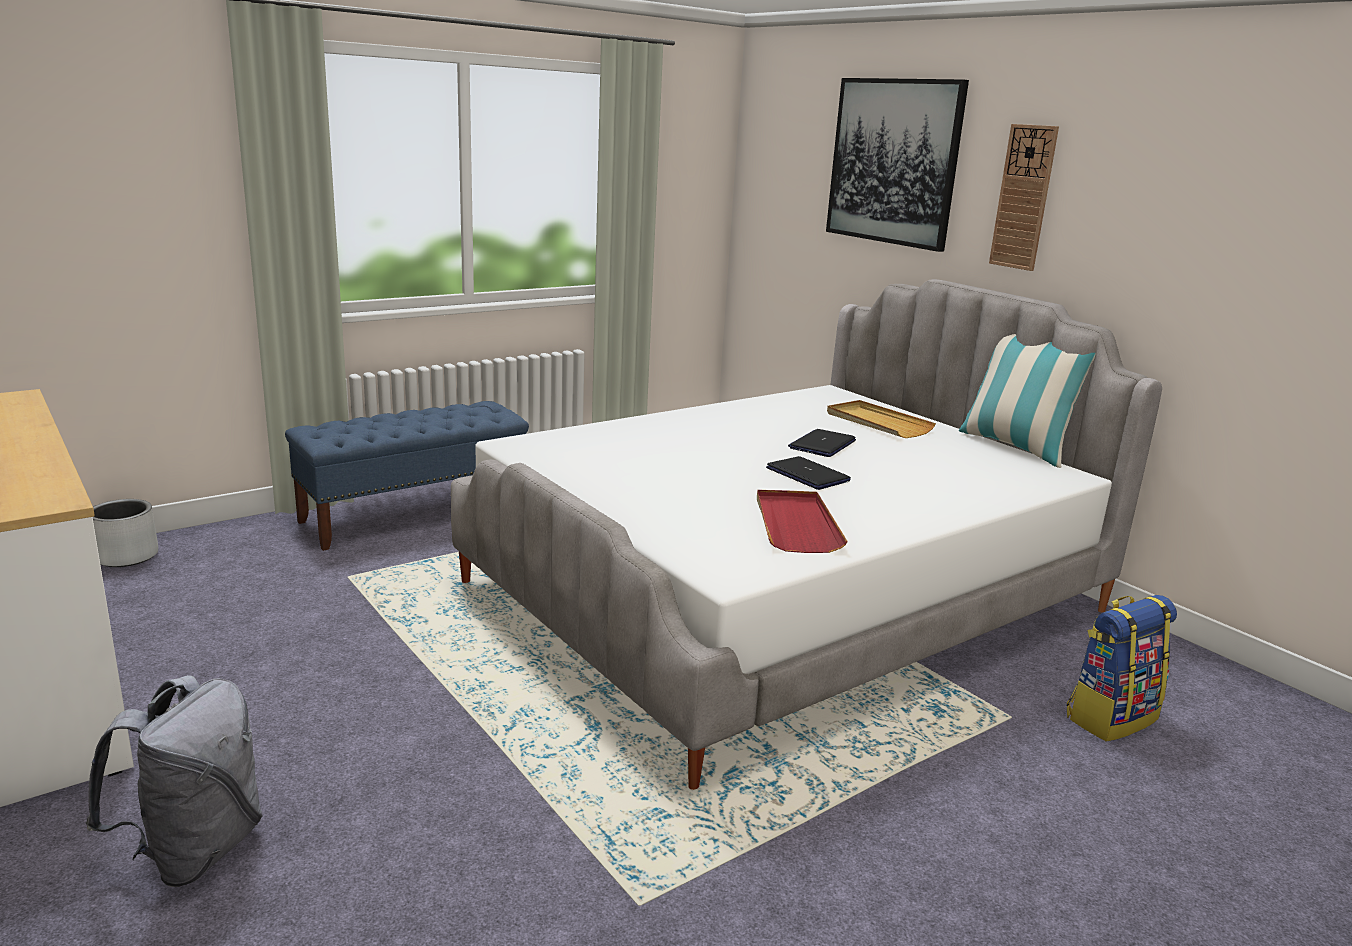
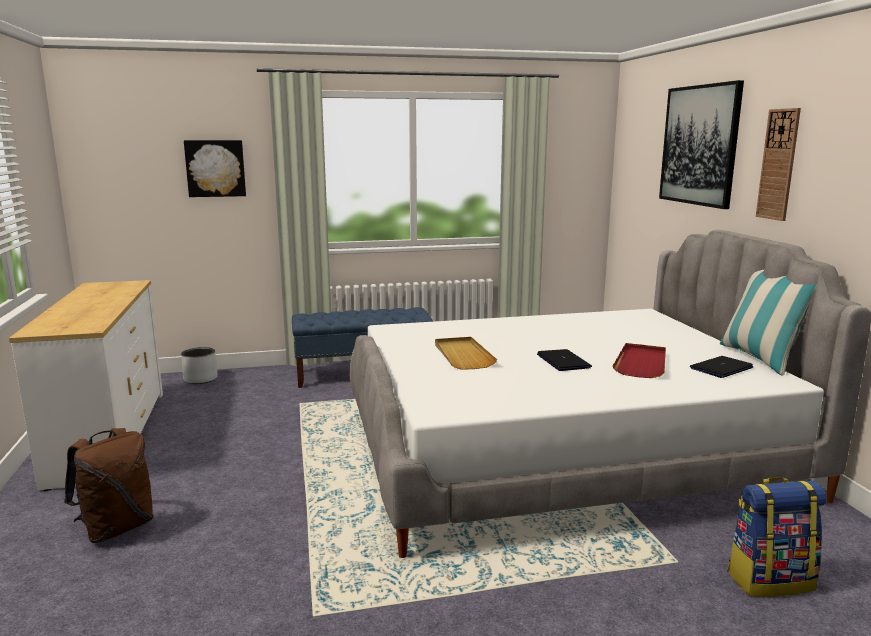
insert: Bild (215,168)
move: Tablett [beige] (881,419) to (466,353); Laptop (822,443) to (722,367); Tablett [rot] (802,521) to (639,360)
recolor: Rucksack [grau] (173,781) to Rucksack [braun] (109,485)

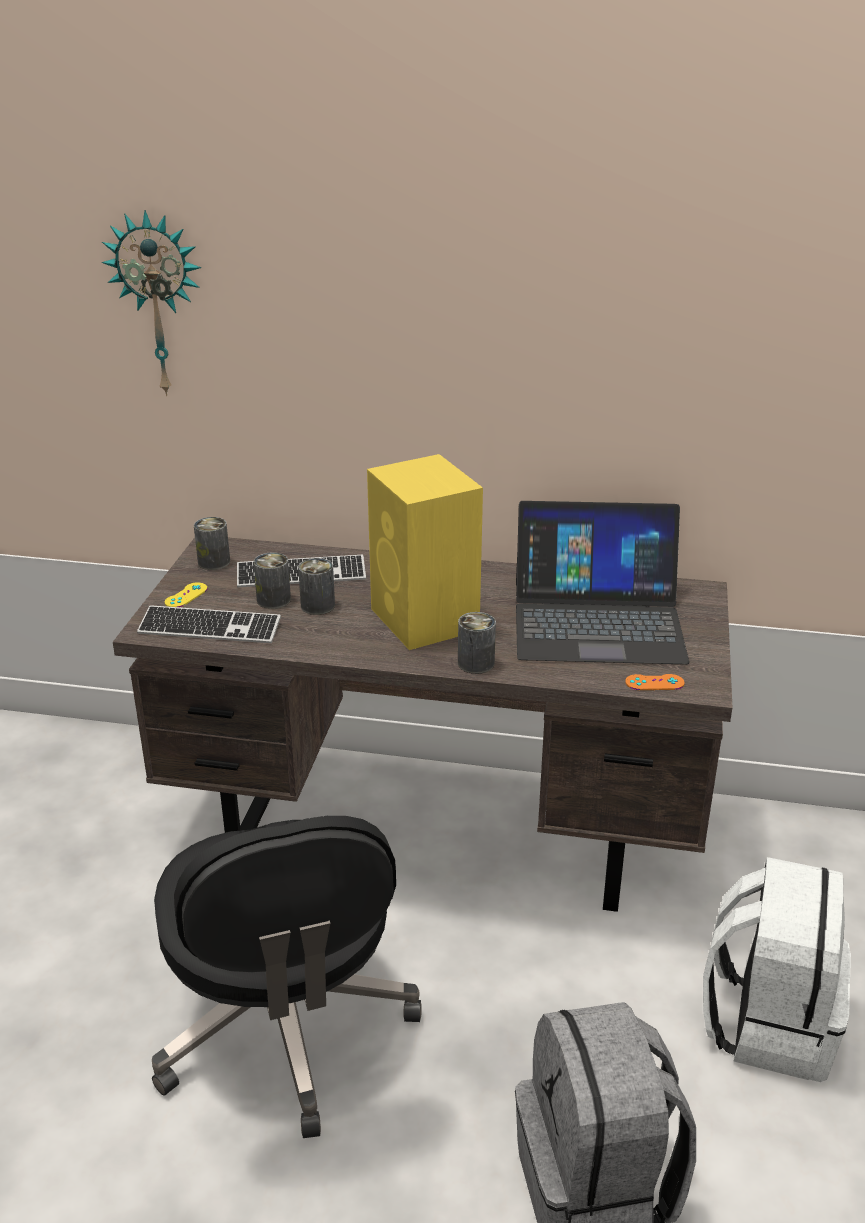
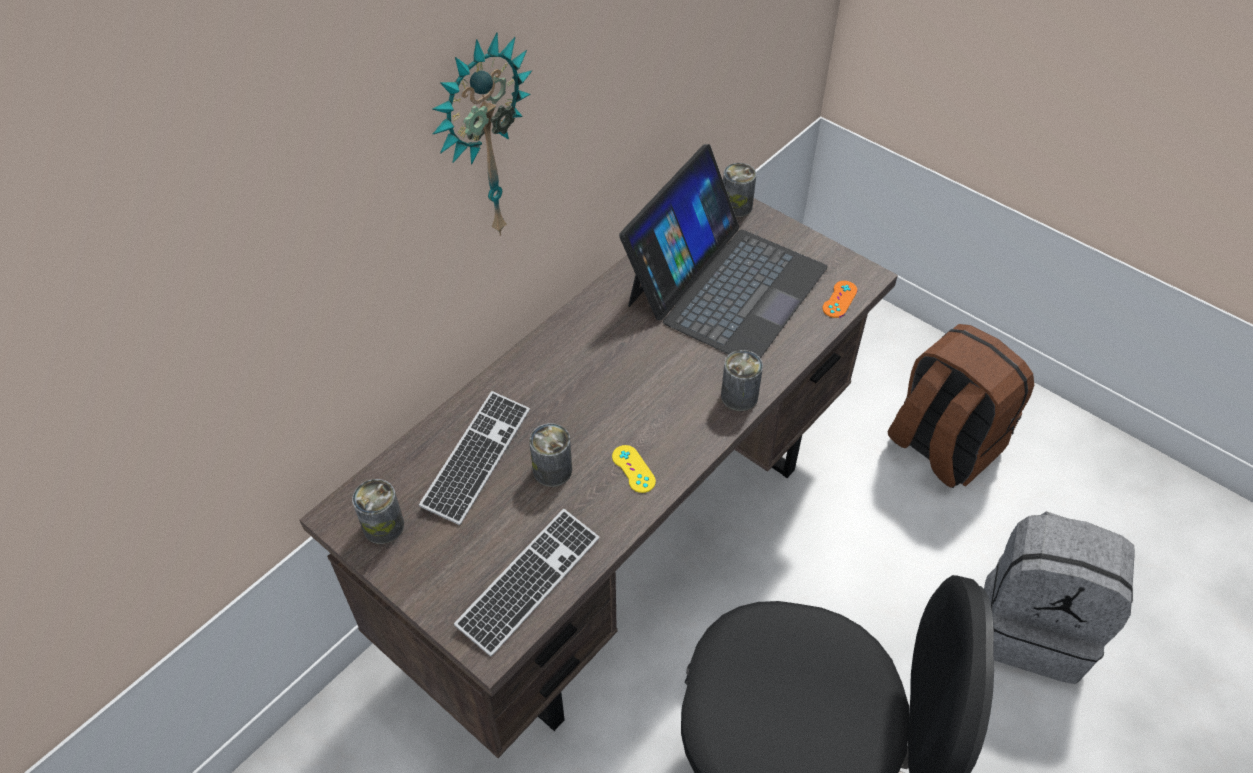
delete: Lautsprecher [gelb] (425,552)
move: Wanduhr (151,303) to (482,134); Dose (272,581) to (739,190); Gamepad [gelb] (186,594) to (634,469)
recolor: Rucksack [weiß] (777,969) to Rucksack [braun] (961,406)

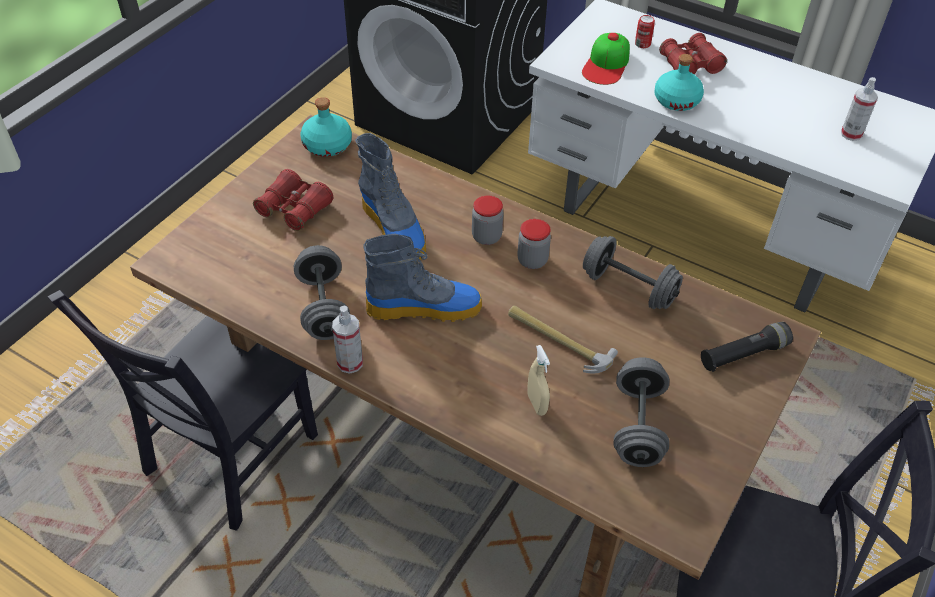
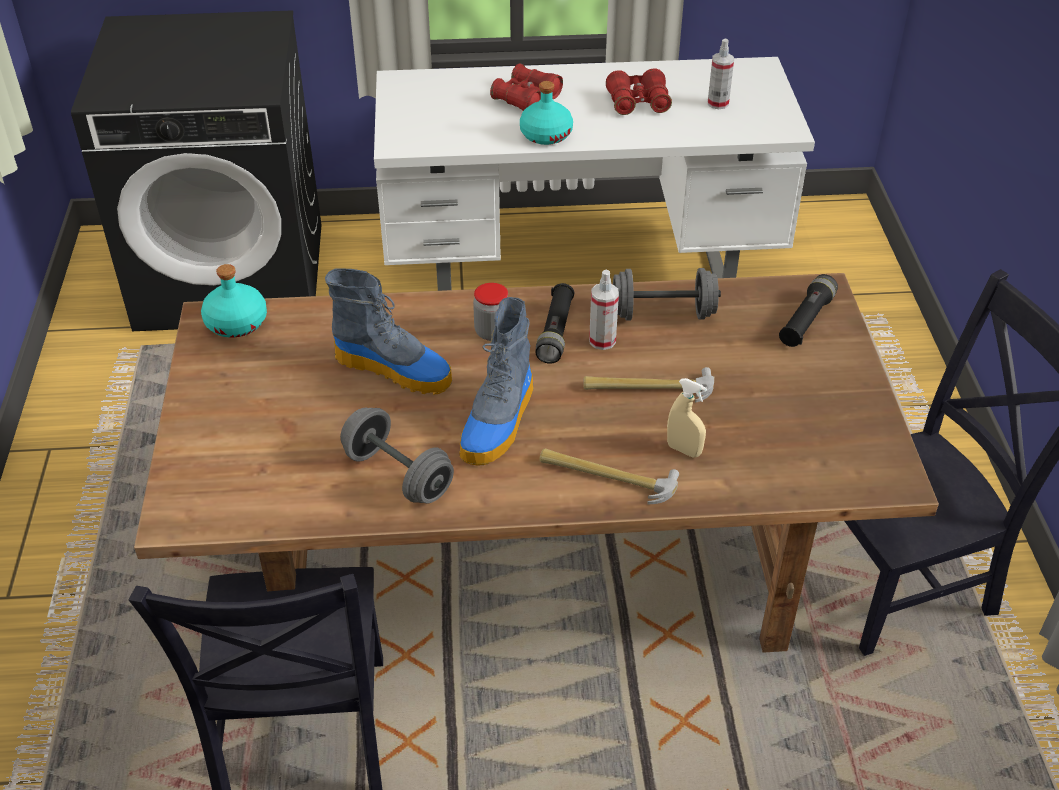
delete: Dose (645,31); Kappe (606,59); Hantel [grau] (641,412)
insert: Hammer (609,476)
move: Fernglas [rot] (293,200) to (639,91); Sprühflasche (347,340) to (604,310)
replace: Vorratsglas (534,244) to Taschenlampe [schwarz] (554,323)
rotate: Stiefel (422,278) = (496,381) 150 degrees clockwise

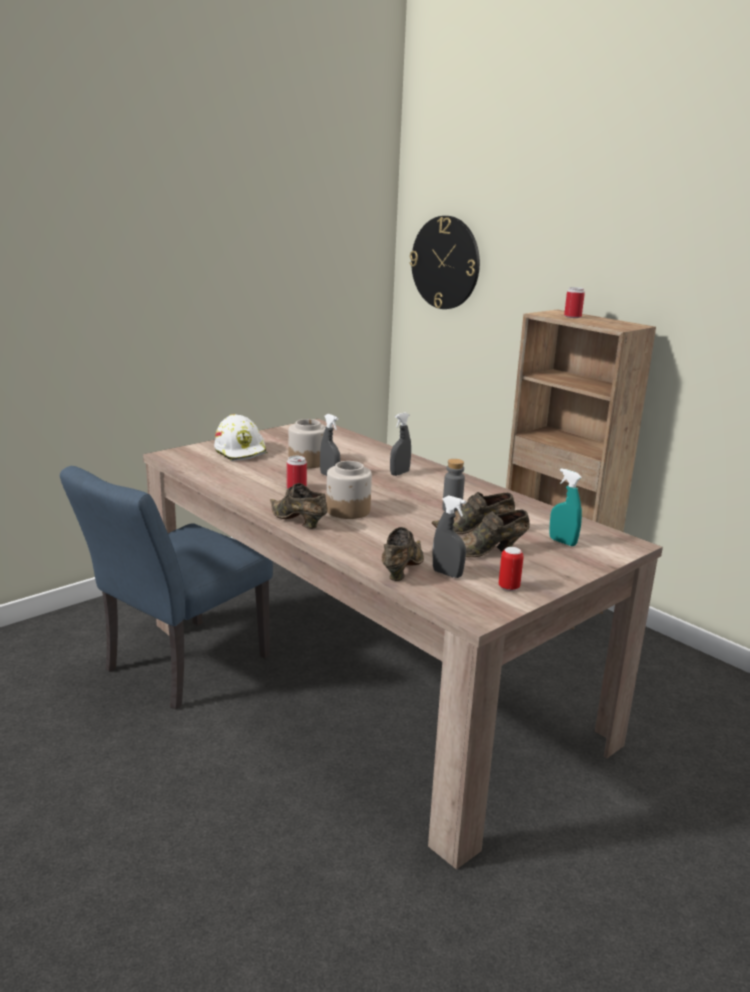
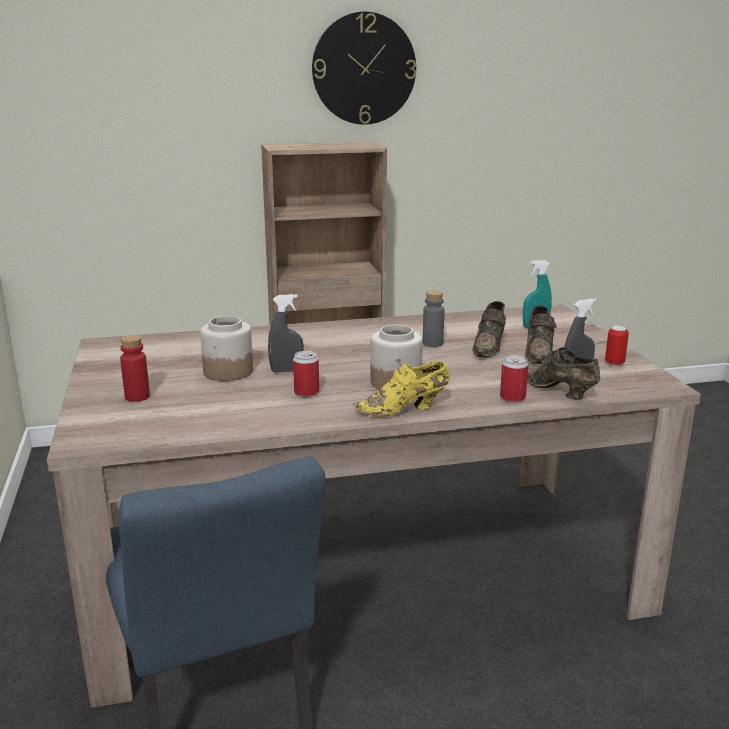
delete: Sprühflasche [grau] (400,444)
move: Wanduhr (445,262) to (364,68); Dose (574,302) to (514,378)
replace: Schutzhelm [weiß] (241,437) to Flasche [rot] (135,368)
recolor: Schuh [braun] (299,506) to Schuh [gelb] (401,389)

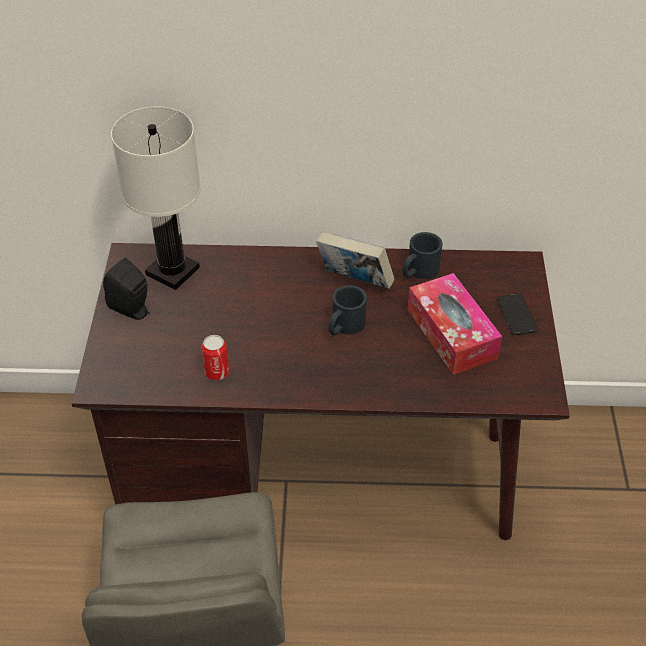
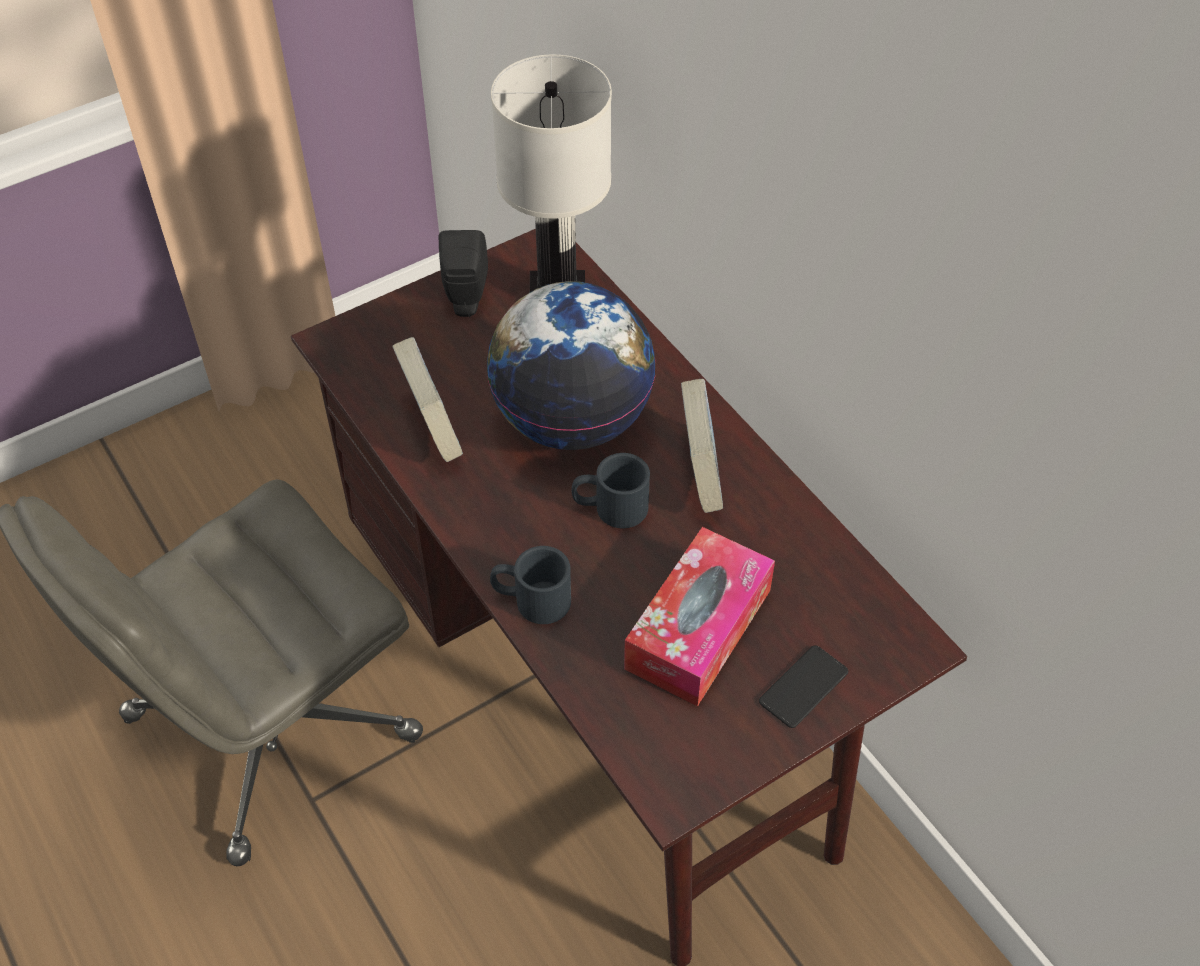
insert: Globus (571,365)
move: Henkelbecher [schwarz] (422,255) to (530,585)
replace: Dose (215,357) to Buch (427,399)

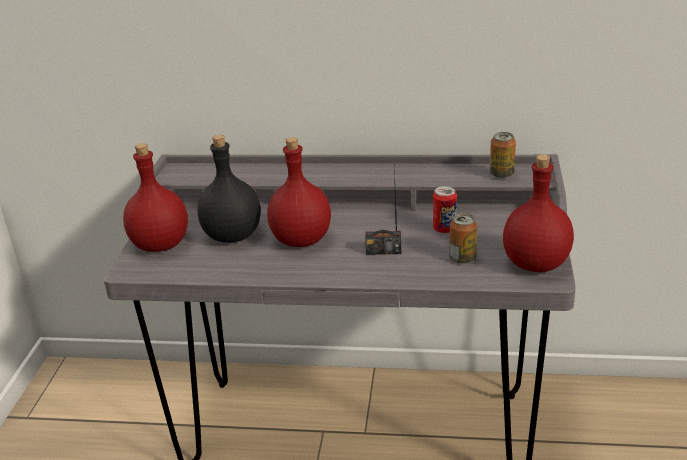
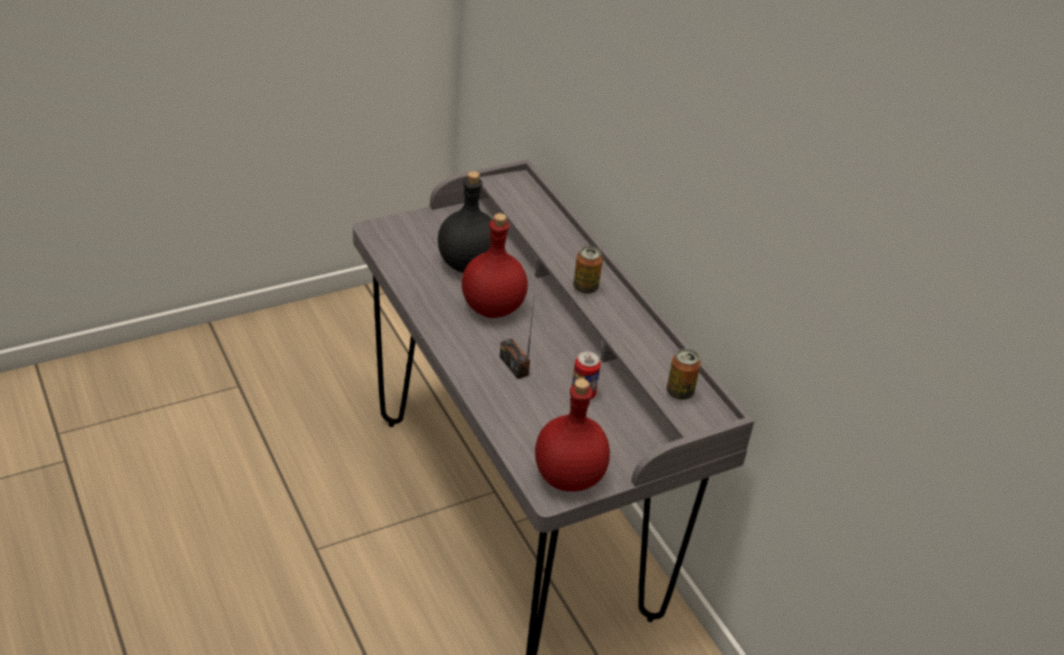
delete: Flasche [rot] (155,197)
move: Dose (463,238) to (588,270)

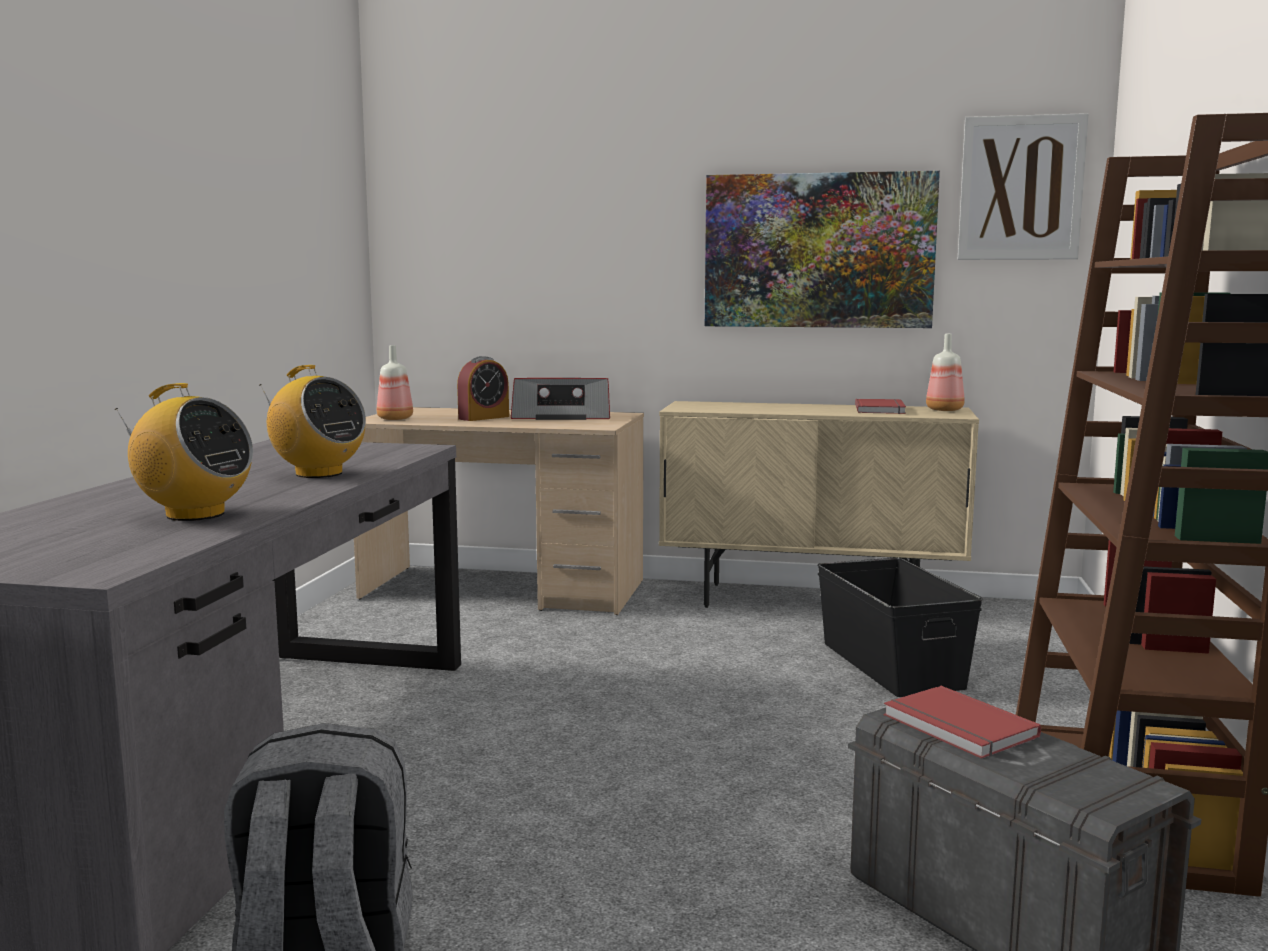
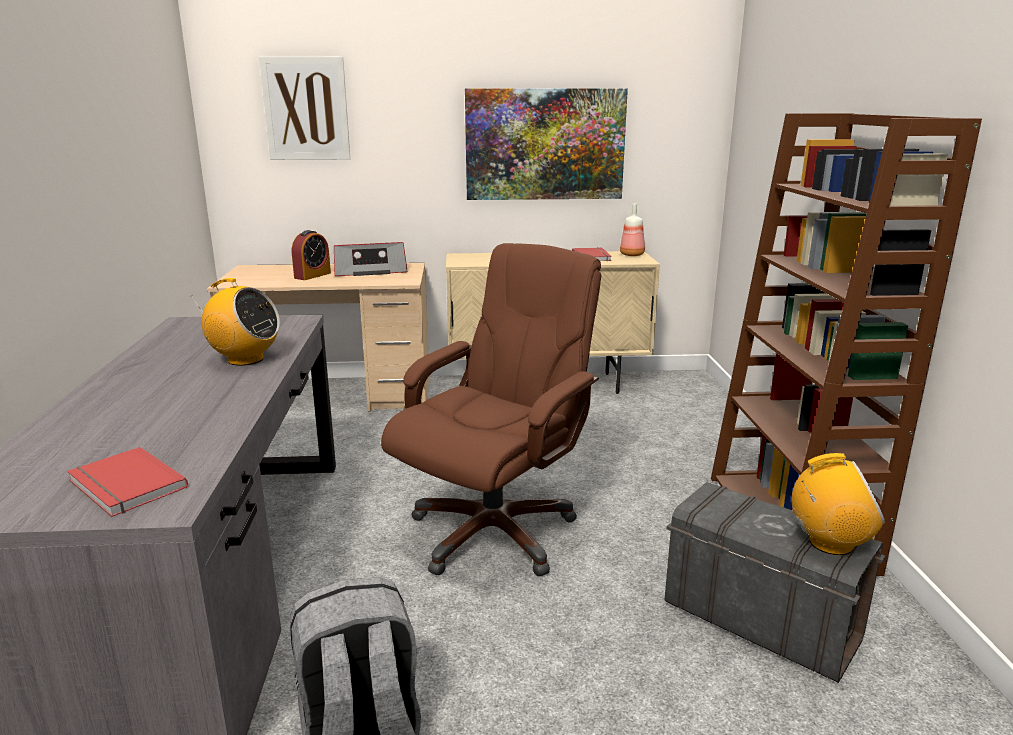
delete: Flasche (395,382); Aufbewahrungsbox [schwarz] (900,627)
insert: Bürostuhl [braun] (491,409)
move: Bild (1023,186) to (304,108); Radio (184,452) to (838,504); Buch [rot] (962,722) to (127,482)

